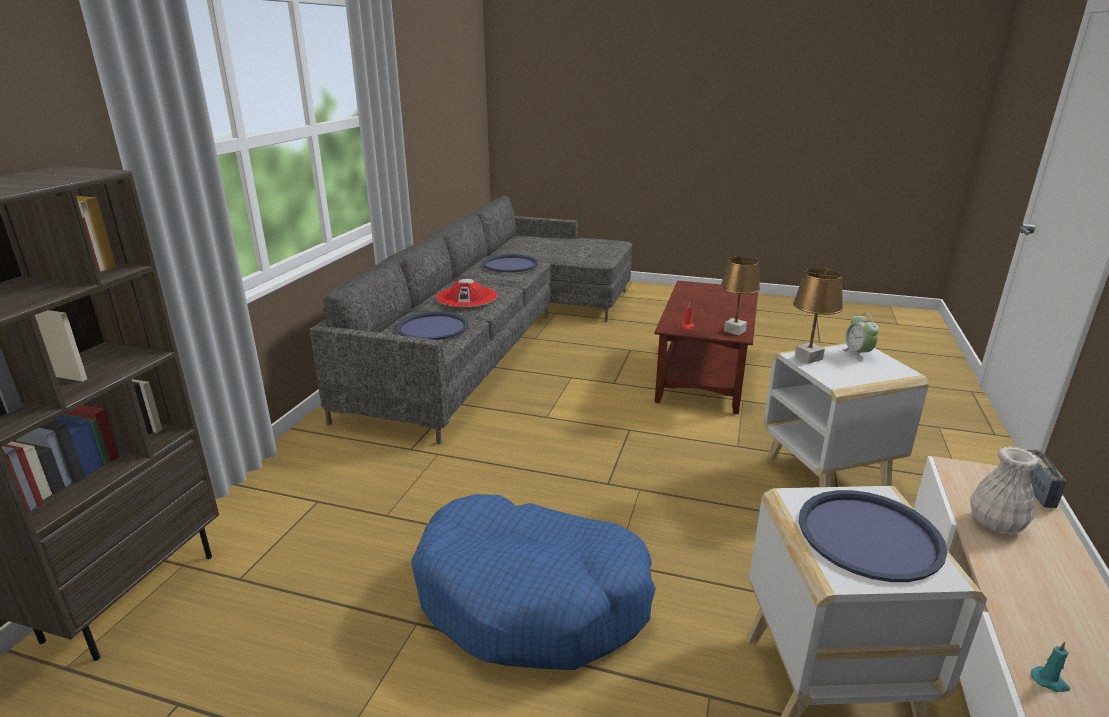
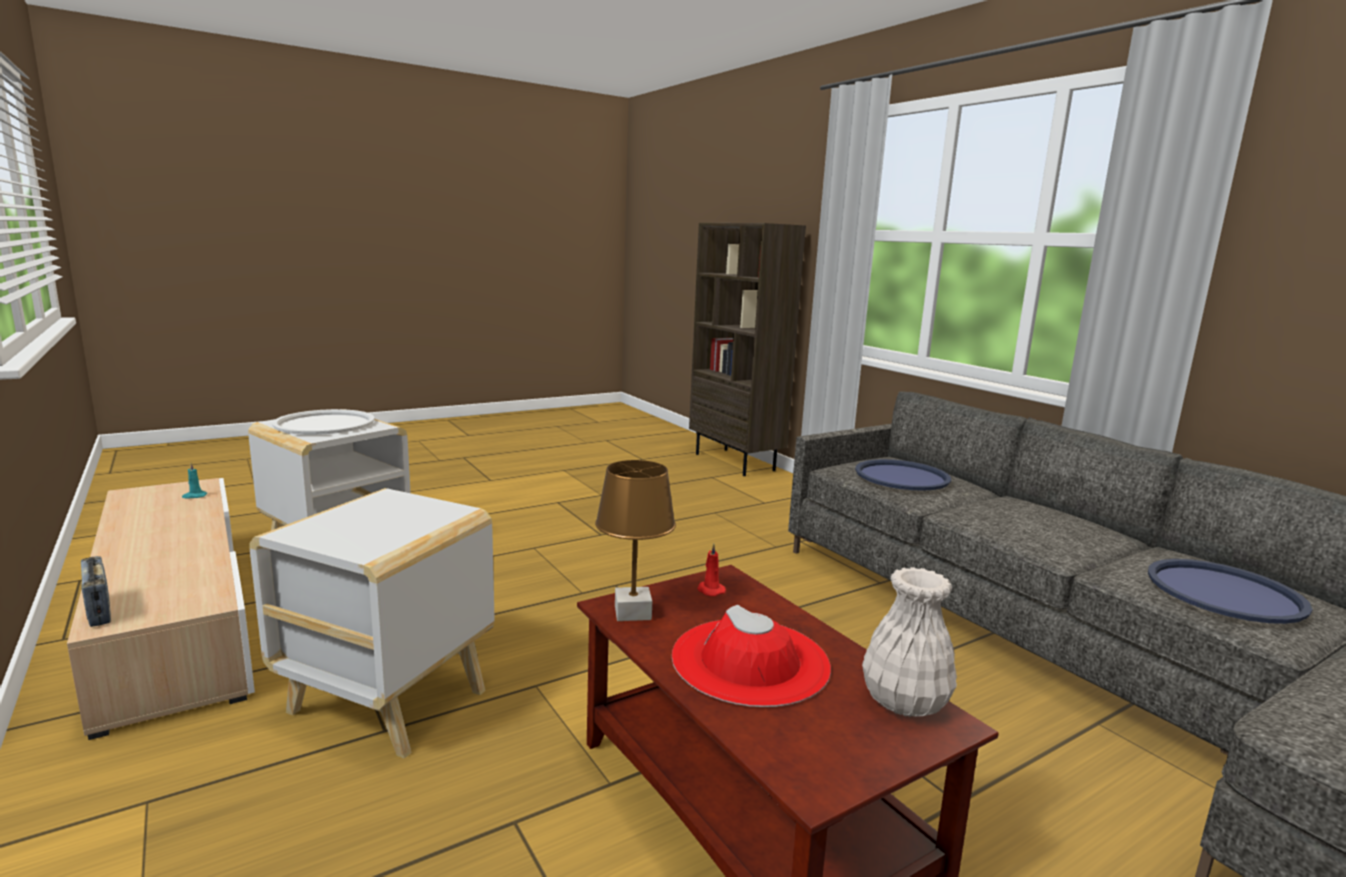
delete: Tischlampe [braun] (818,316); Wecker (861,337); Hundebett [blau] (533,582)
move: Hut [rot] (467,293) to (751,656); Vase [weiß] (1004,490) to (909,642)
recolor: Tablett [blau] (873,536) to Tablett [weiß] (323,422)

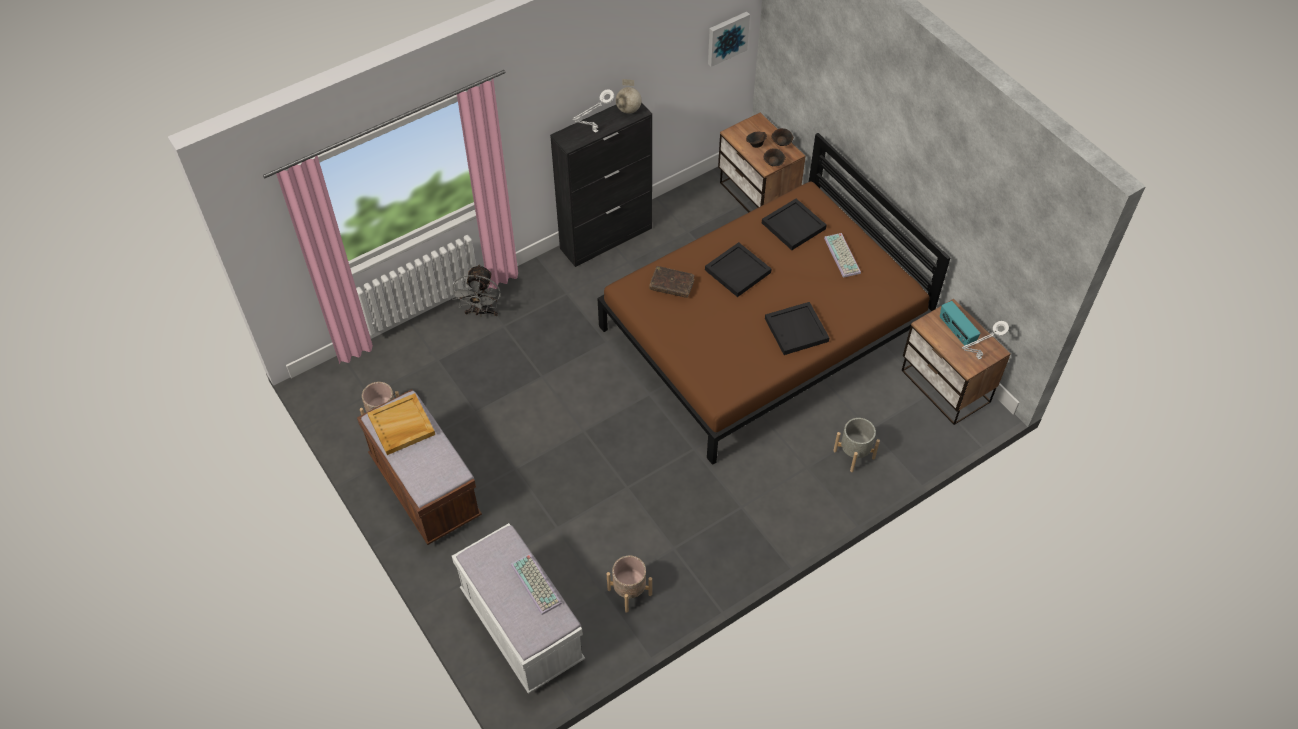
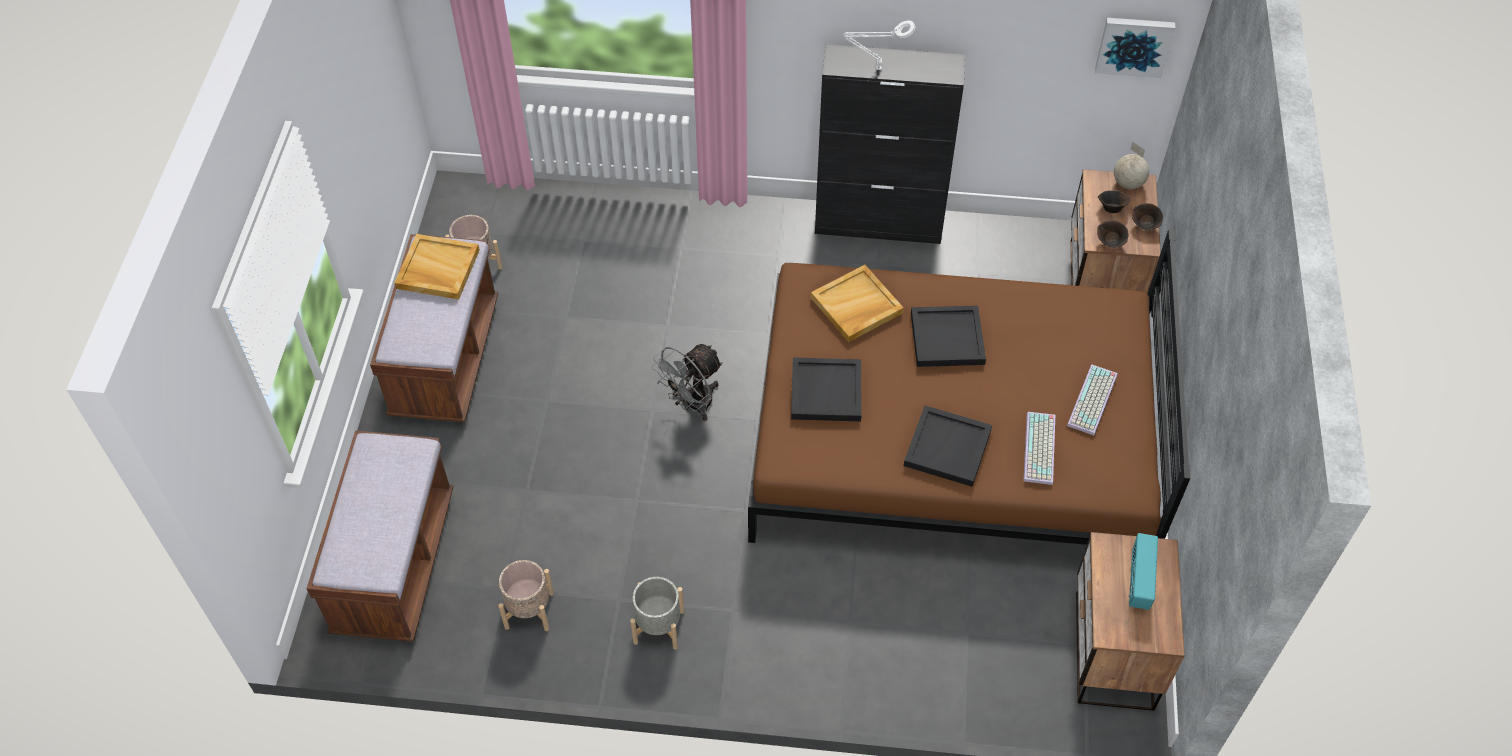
delete: Tischlampe [weiß] (985,340)
move: Globus (629,96) to (1131,165); Tablett [schwarz] (794,224) to (826,389); Ventilator [grau] (476,290) to (687,382); Pflanzkübel [grau] (856,445) to (657,613); Tastatur (536,584) to (1039,448)
replace: Buch [braun] (672,282) to Tablett [beige] (857,303)
recolor: Bank [weiß] (518,608) to Bank [braun] (380,536)

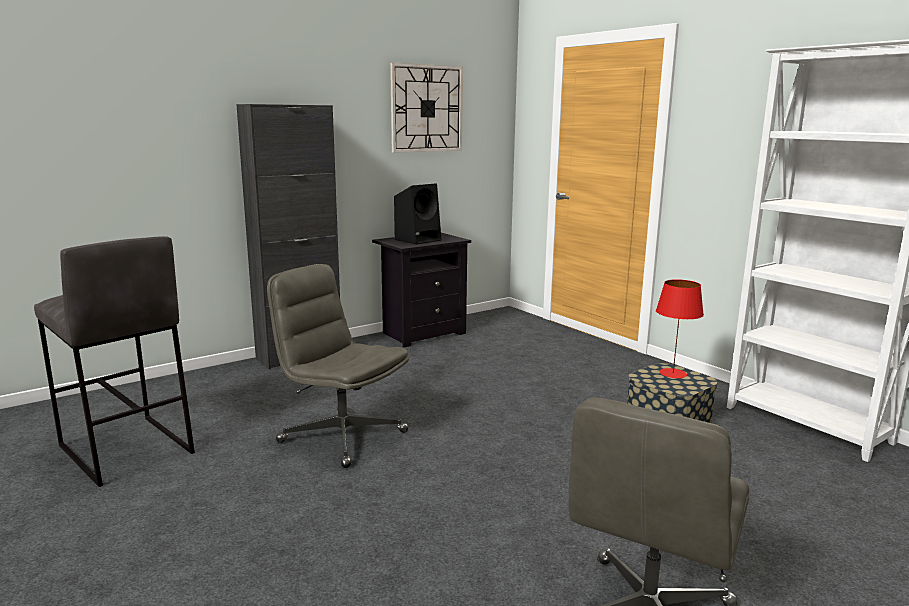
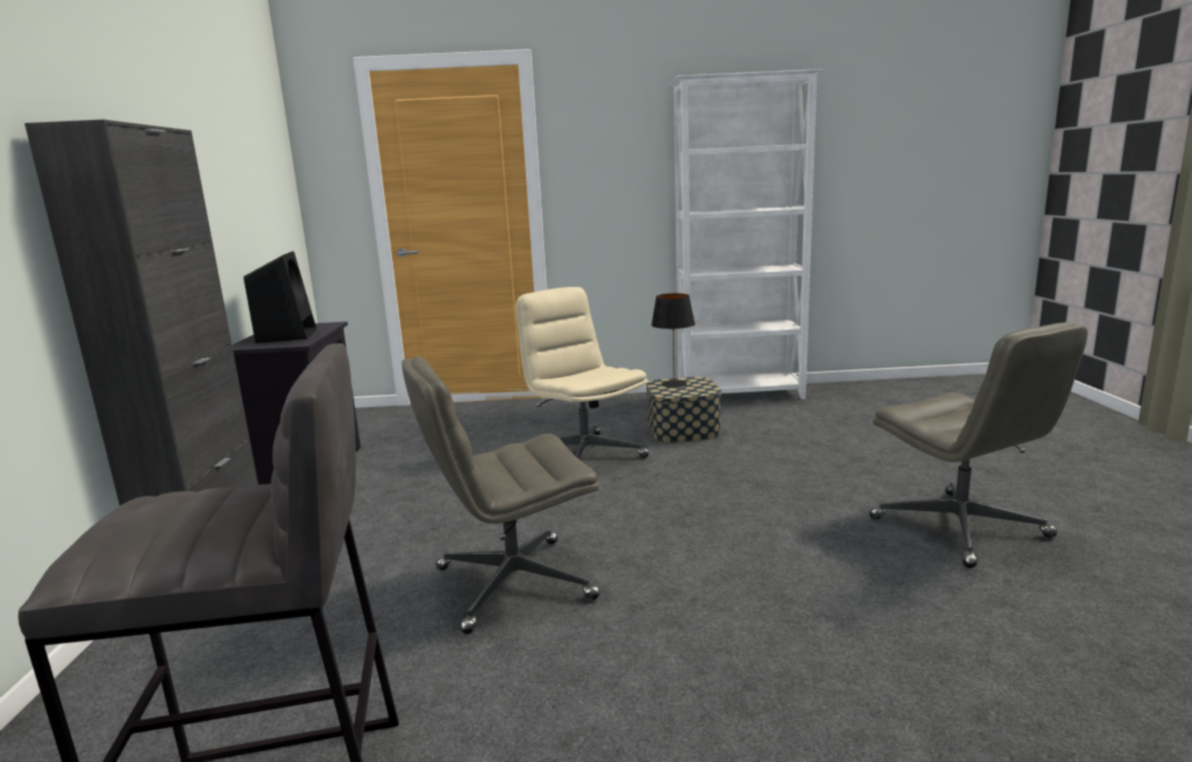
delete: Wanduhr (426,108)
insert: Bürostuhl [beige] (582,373)
recolor: Tischlampe [rot] (680,328) to Tischlampe [schwarz] (673,340)

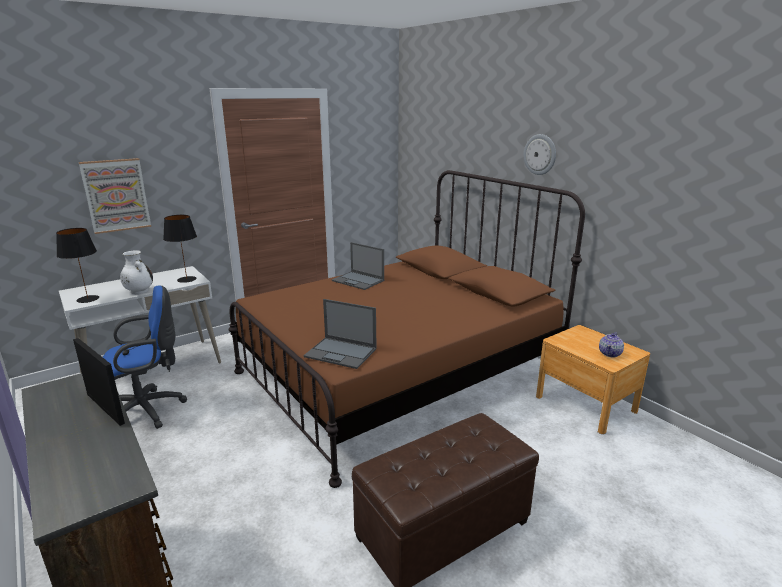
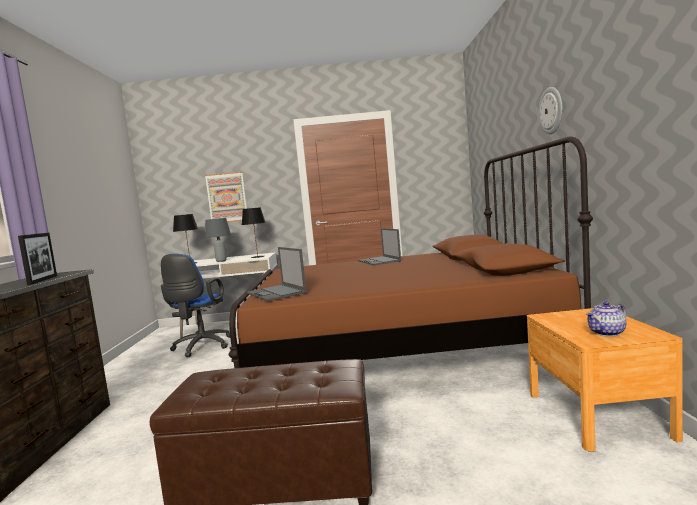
replace: Vase [weiß] (136,272) to Tischlampe [grau] (218,240)
rotate: Bürostuhl [blau] (145,357) = (195,305) 90 degrees clockwise

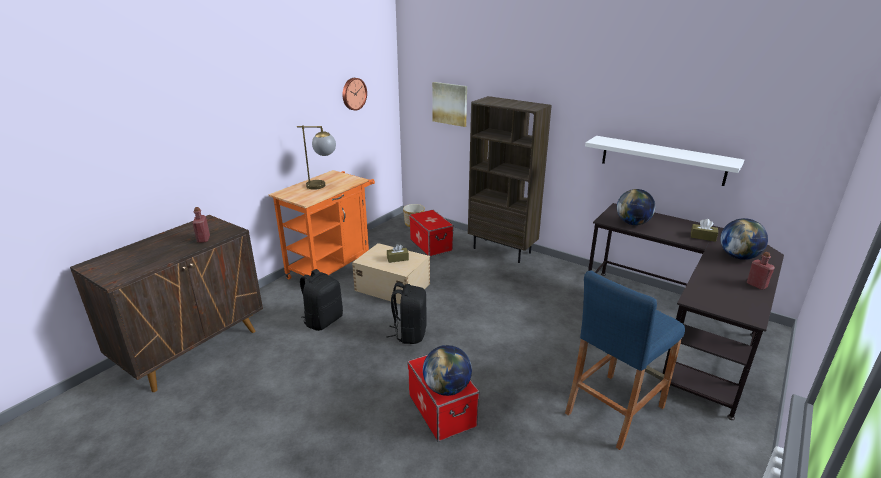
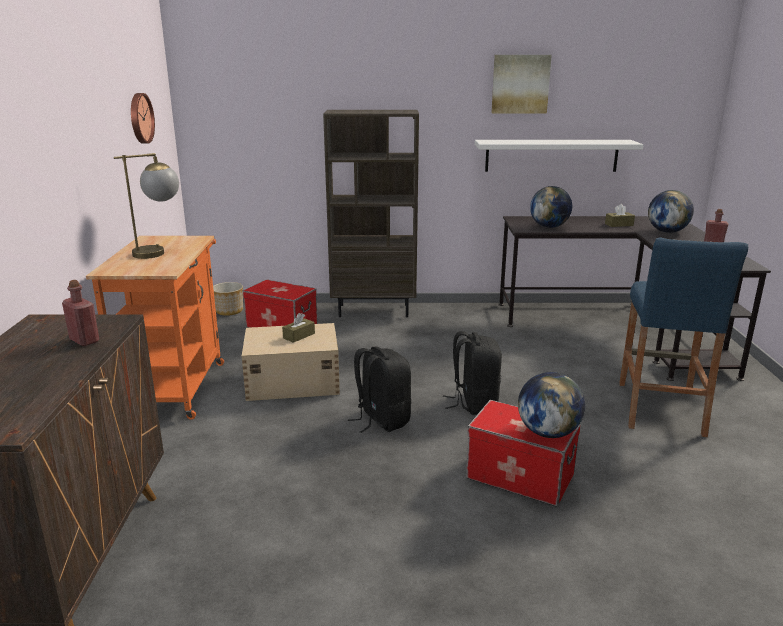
move: Bild (449,104) to (521,84); Rucksack [schwarz] (321,300) to (472,373)

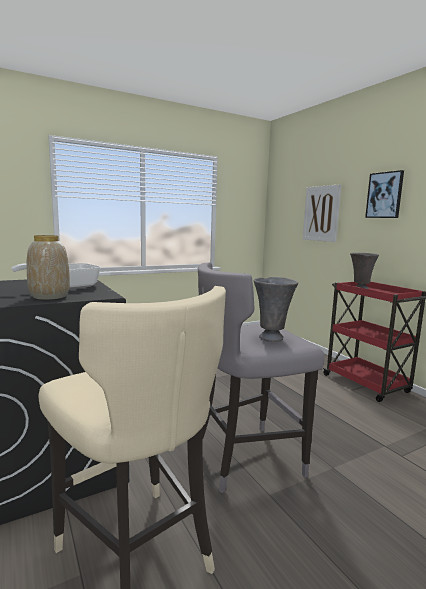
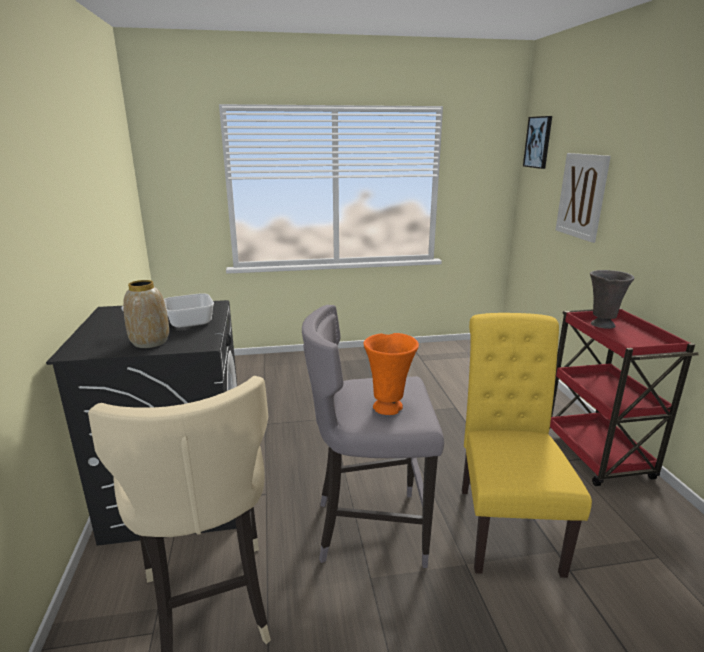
insert: Stuhl [gelb] (527,445)
move: Bild (384,194) to (537,142)
recolor: Vase [grau] (276,309) to Vase [orange] (391,374)

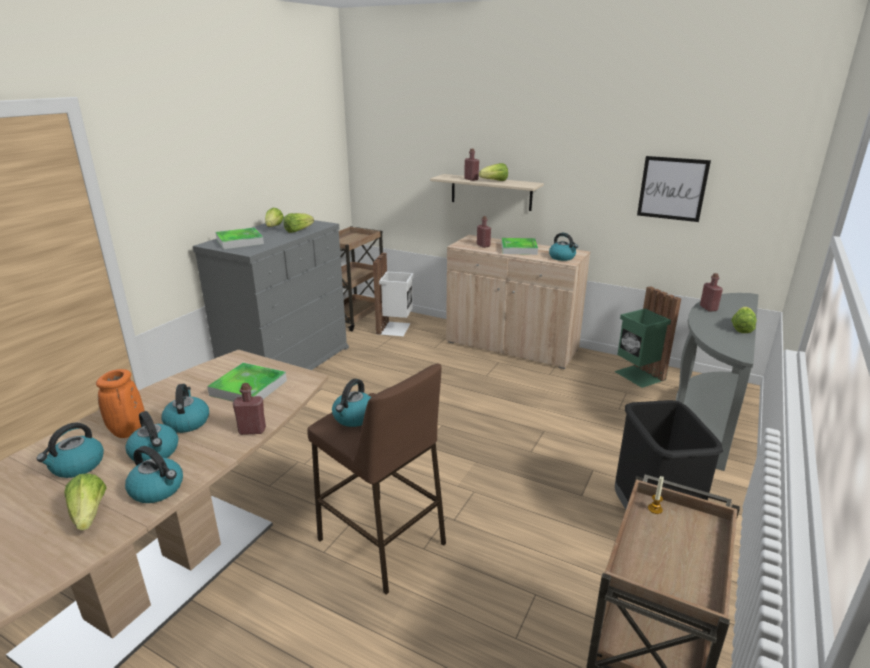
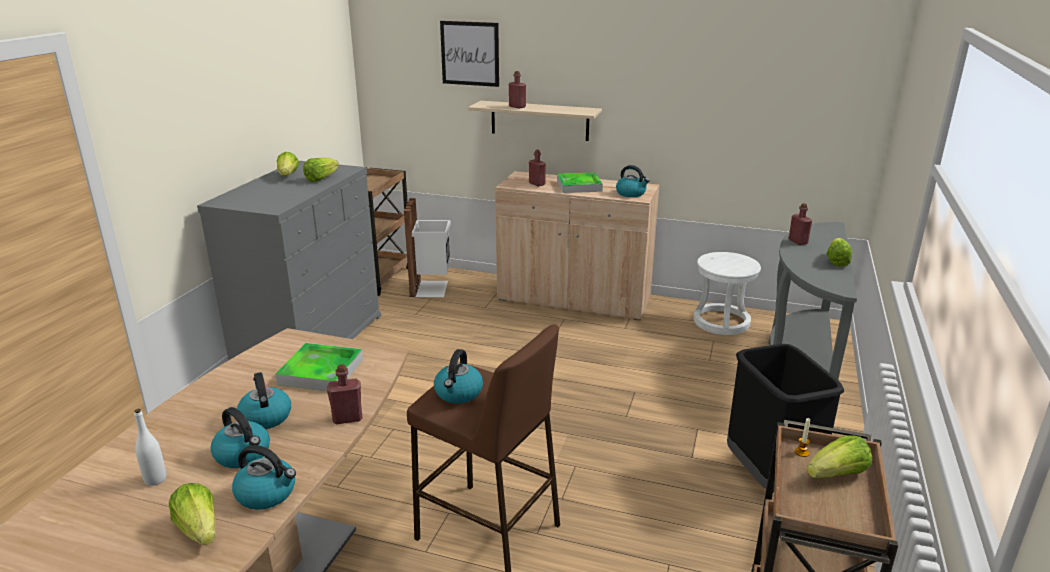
delete: Tablett (239,238); Vase [orange] (120,403)
move: Bild (674,189) to (469,54); Salatkopf (493,172) to (839,456)
replace: Mülleimer [grün] (647,337) to Hocker [weiß] (727,293); Wasserkessel (70,450) to Flasche [weiß] (150,447)

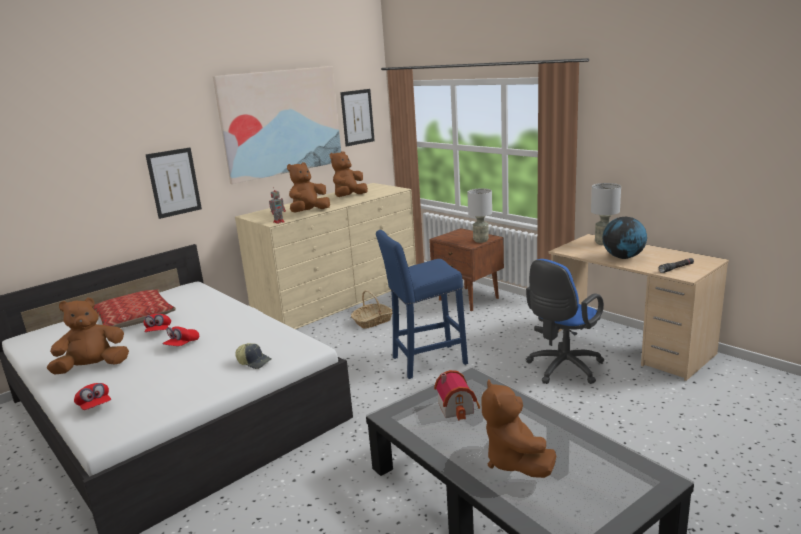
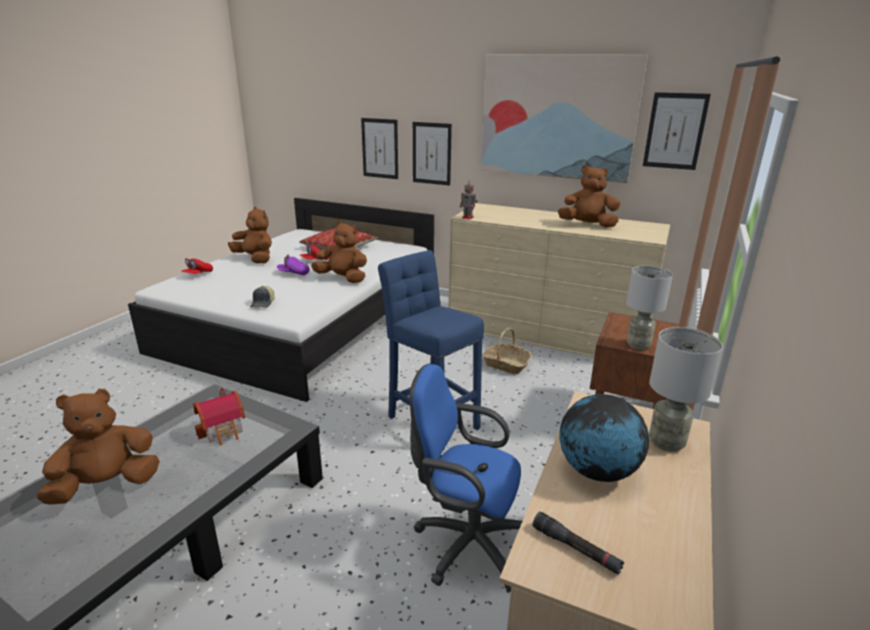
insert: Bild (379,148)
move: Plüschtier [braun] (308,187) to (339,252)
recolor: Kappe [rot] (180,336) to Kappe [lila] (293,265)

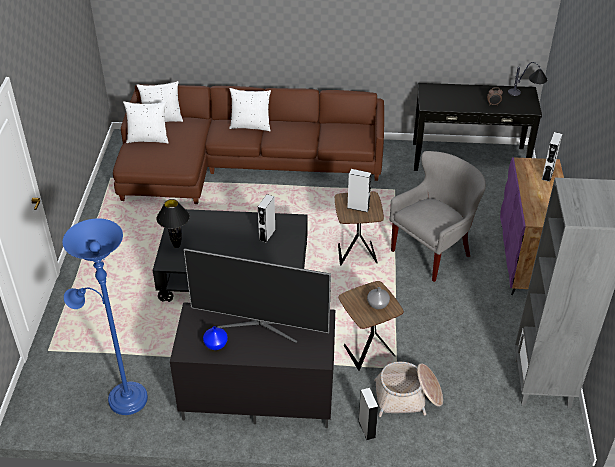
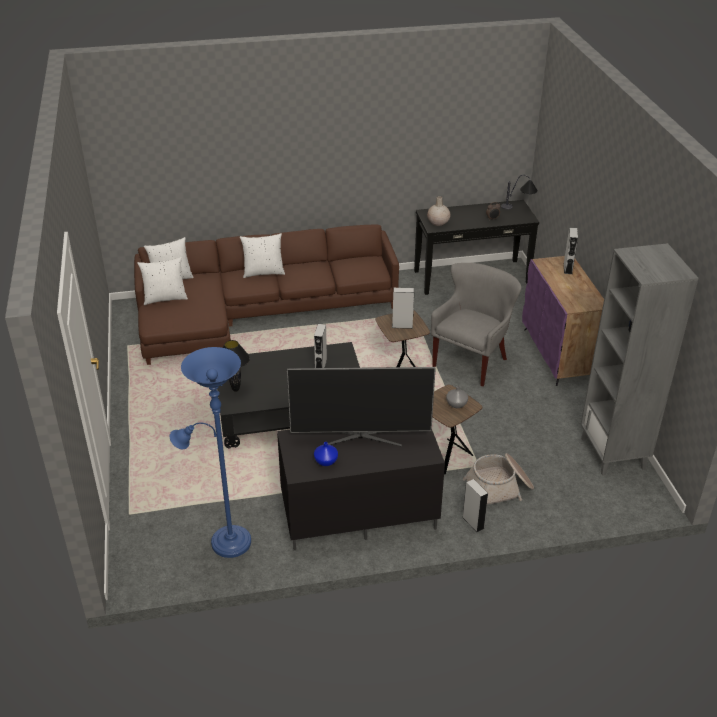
insert: Vase [beige] (438,211)

